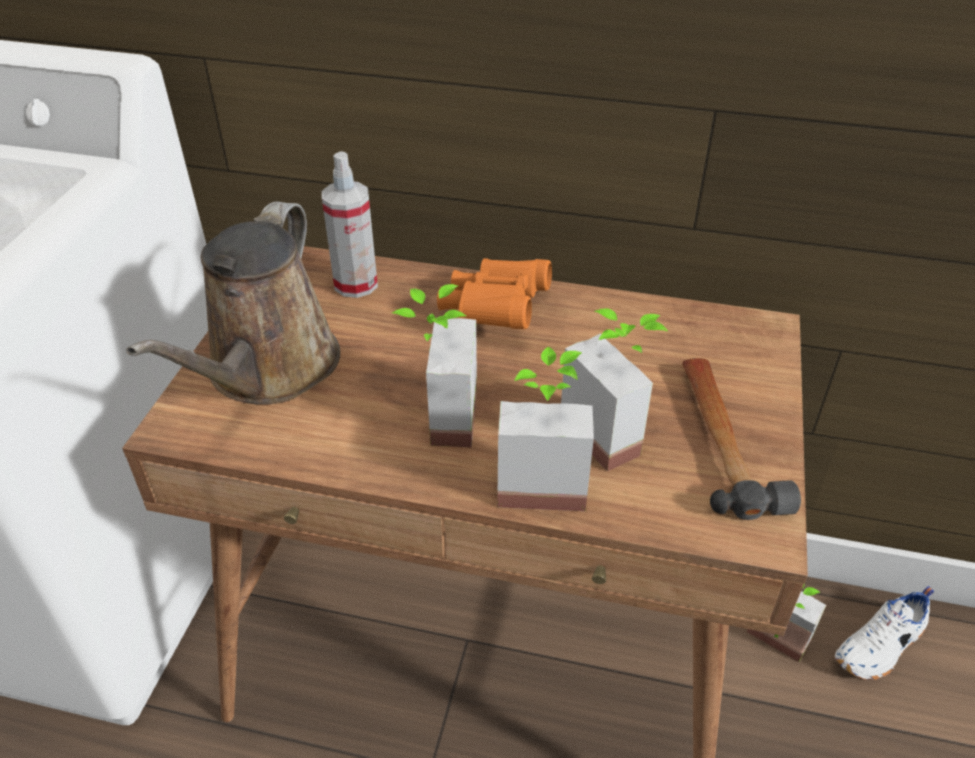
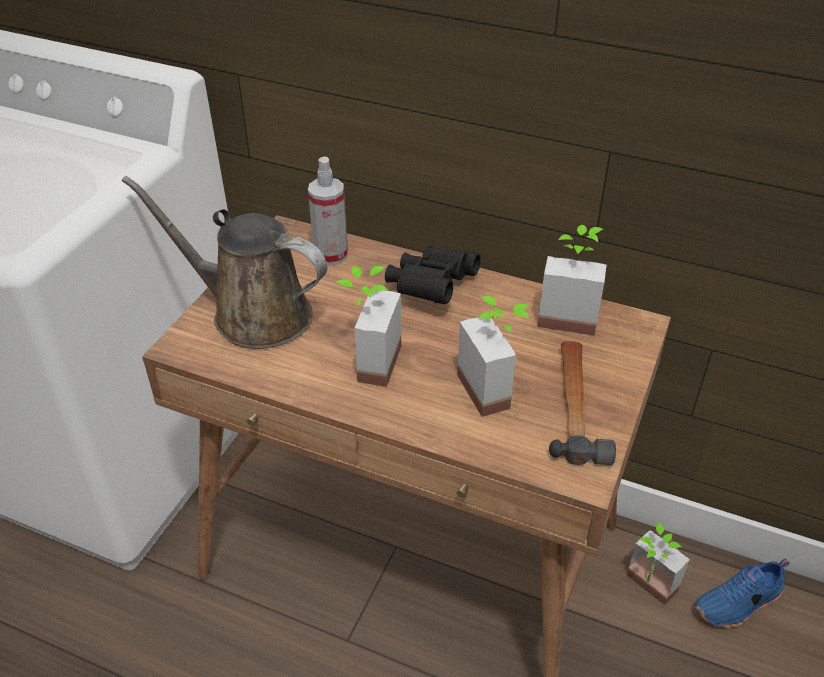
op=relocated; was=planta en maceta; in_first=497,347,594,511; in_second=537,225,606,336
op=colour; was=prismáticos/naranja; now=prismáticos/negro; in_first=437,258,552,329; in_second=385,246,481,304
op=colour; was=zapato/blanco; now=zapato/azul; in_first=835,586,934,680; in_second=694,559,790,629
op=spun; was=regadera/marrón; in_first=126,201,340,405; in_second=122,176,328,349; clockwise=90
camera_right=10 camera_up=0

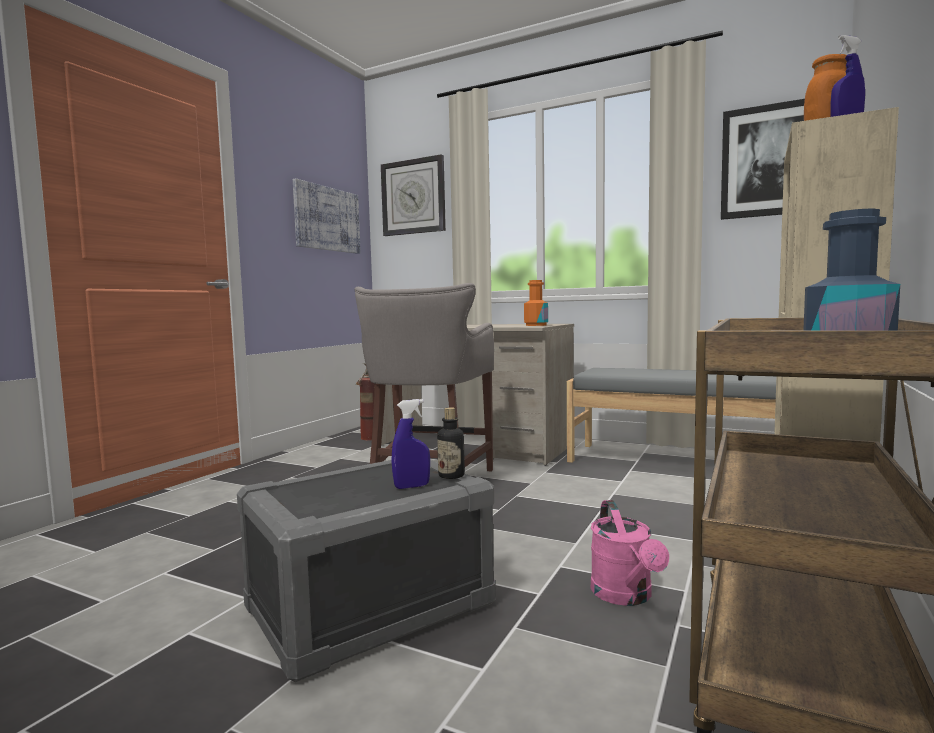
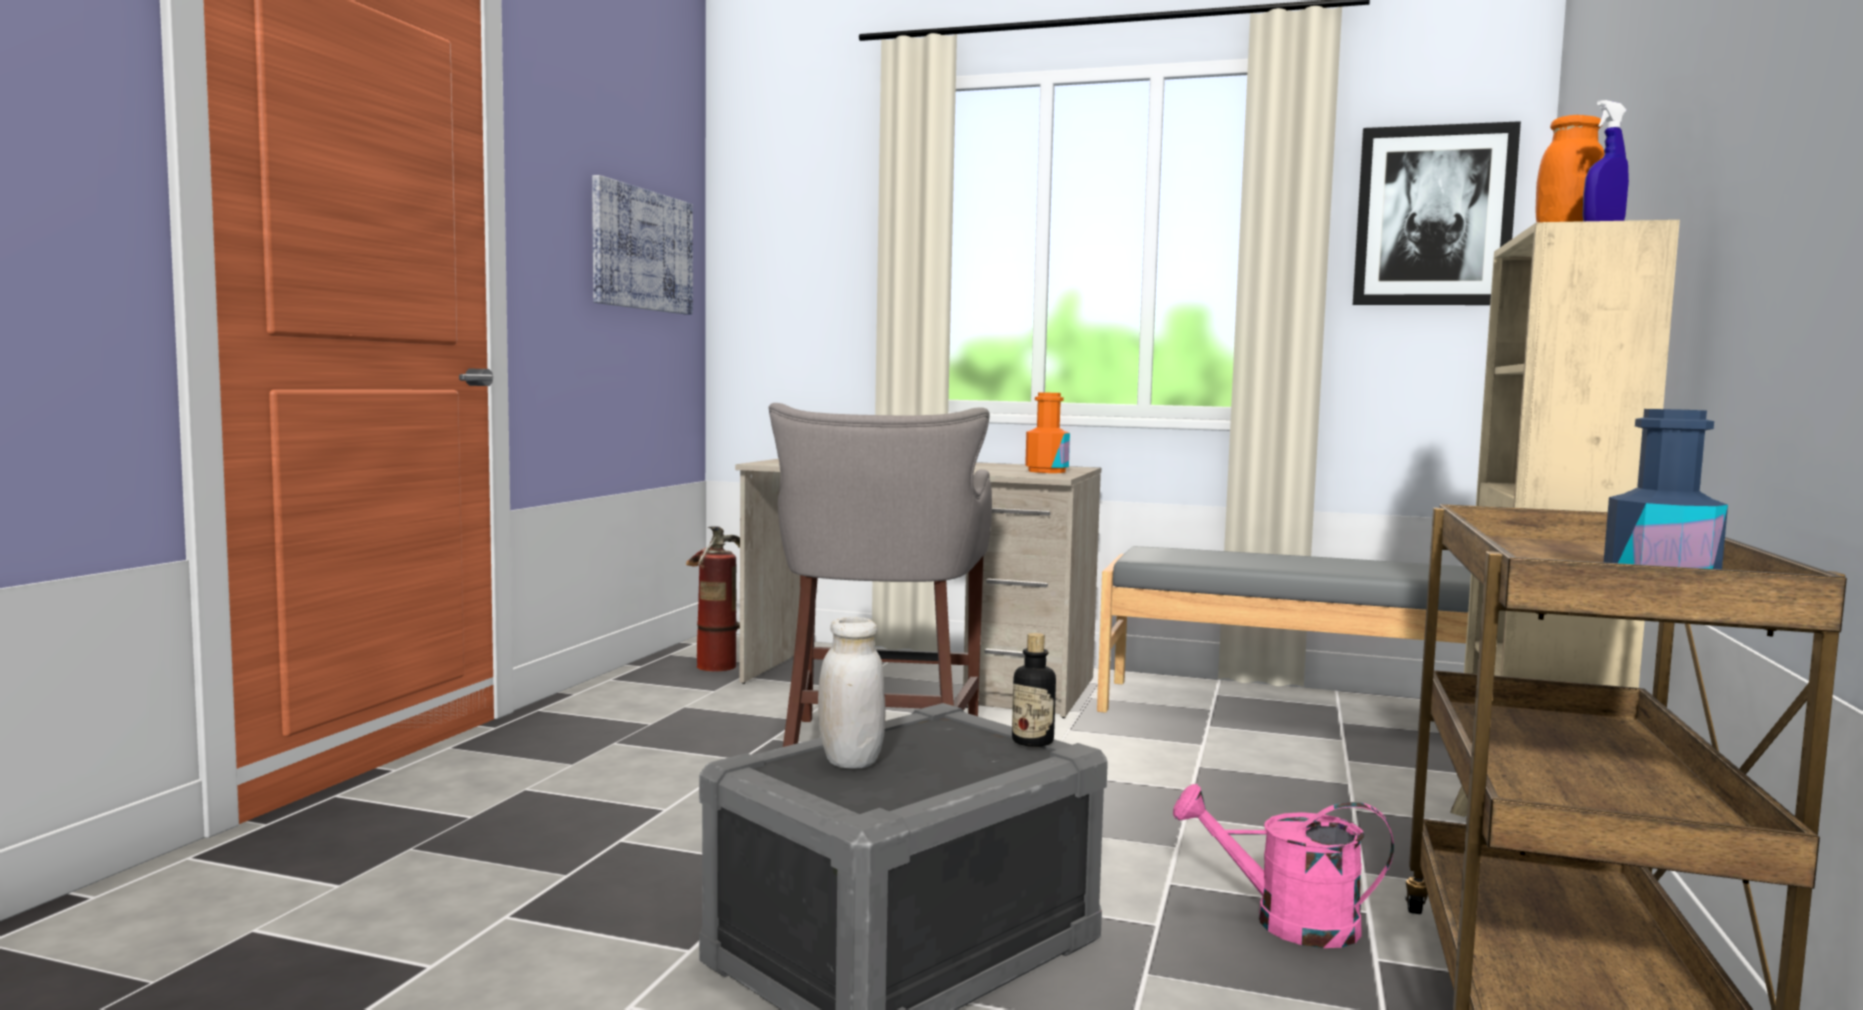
op=missing; was=reloj de pared; in_first=381,154,446,236
op=missing; was=pulverizador/azul; in_first=391,399,430,489
op=appeared; now=tarro/blanco; in_second=818,617,886,769
op=spun; was=regadera/rosa; in_first=591,500,669,606; in_second=1173,784,1394,948; clockwise=120
camera_right=-10 camera_up=0

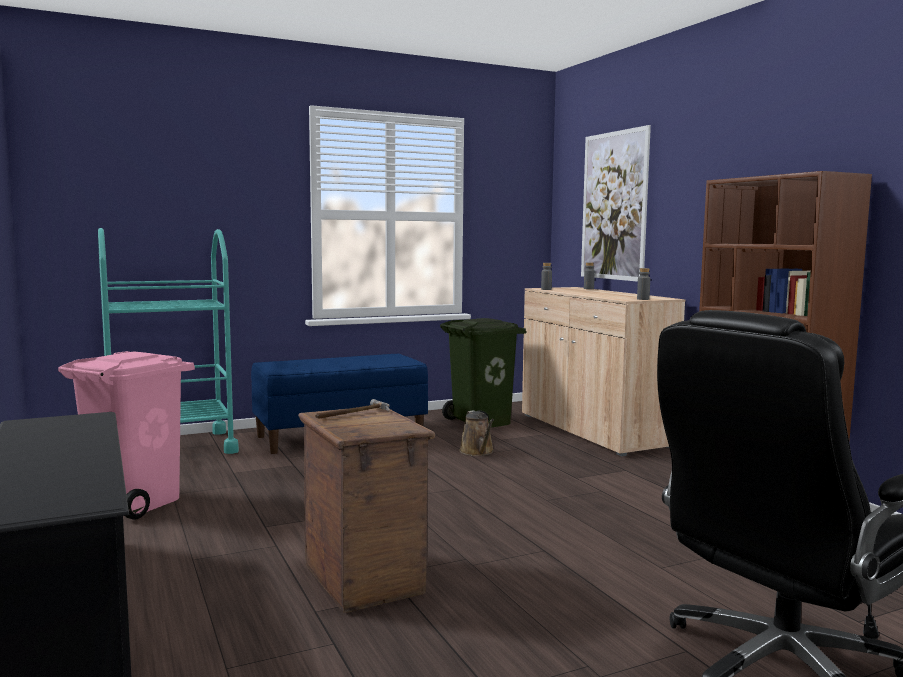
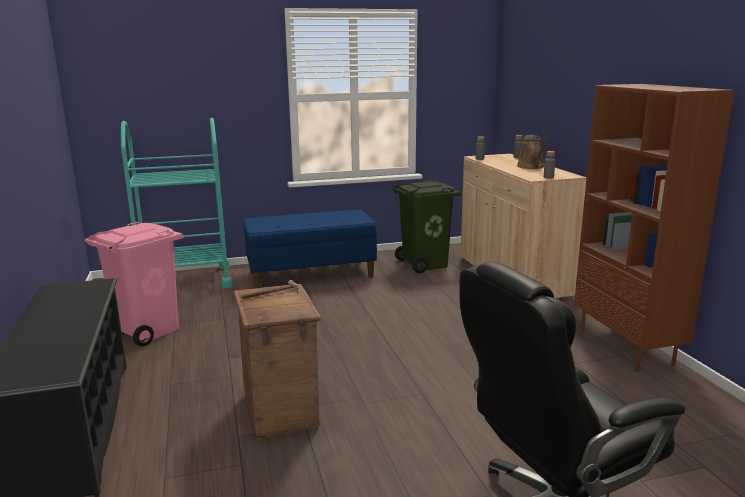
op=missing; was=cuadro; in_first=581,125,651,282
op=relocated; was=regadera/marrón; in_first=459,411,494,456; in_second=517,135,548,169
camera_right=10 camera_up=10

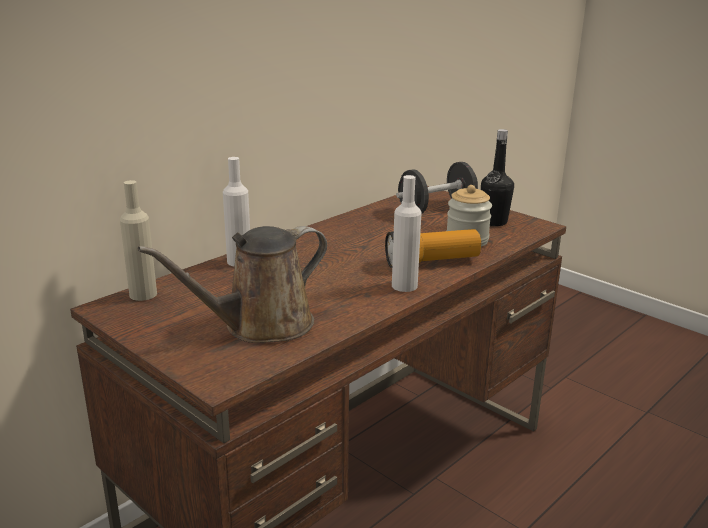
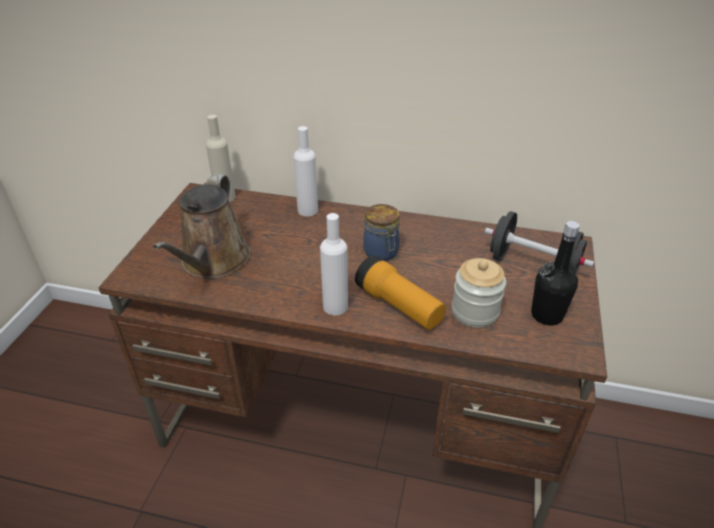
op=appeared; now=tarro; in_second=363,204,400,261
op=spun; was=regadera/marrón; in_first=137,226,327,343; in_second=153,174,251,279; clockwise=-105
camera_right=60 camera_up=15

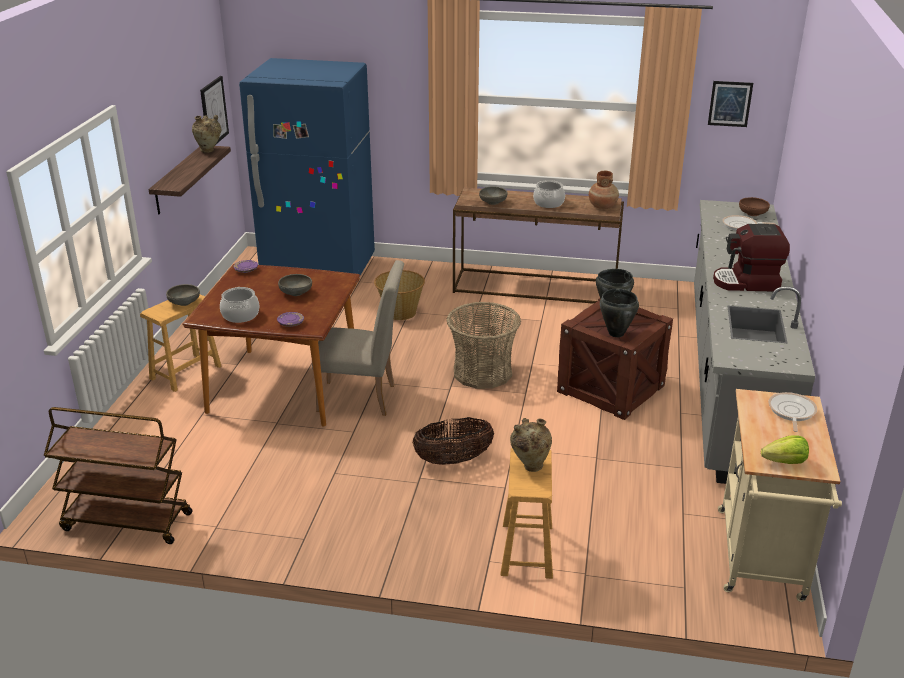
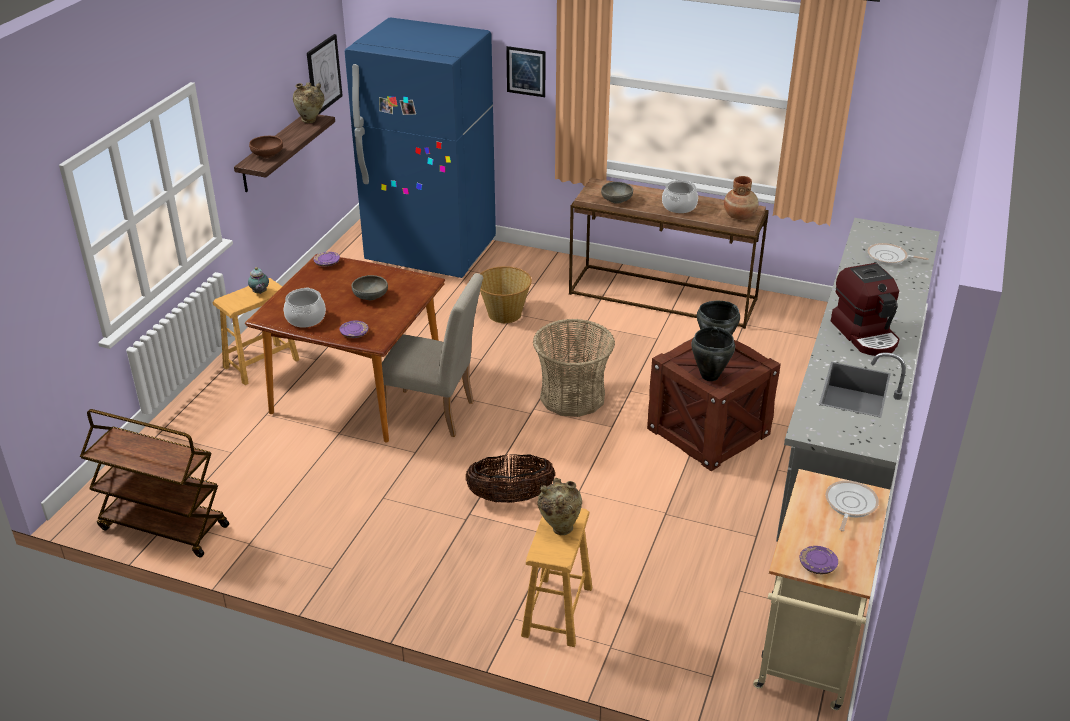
op=relocated; was=cuadro; in_first=708,81,753,127; in_second=506,46,546,97
op=relocated; was=cuenco/marrón; in_first=739,197,770,216; in_second=249,136,283,158
op=exchanged; was=cuenco/gris; now=tetera; in_first=166,284,200,306; in_second=248,267,269,294
op=exchanged; was=lechuga; now=plato/morado; in_first=761,435,809,464; in_second=799,546,838,574
op=spun; was=cafetera; in_first=713,224,790,292; in_second=831,263,900,356; clockwise=-120
camera_right=10 camera_up=5

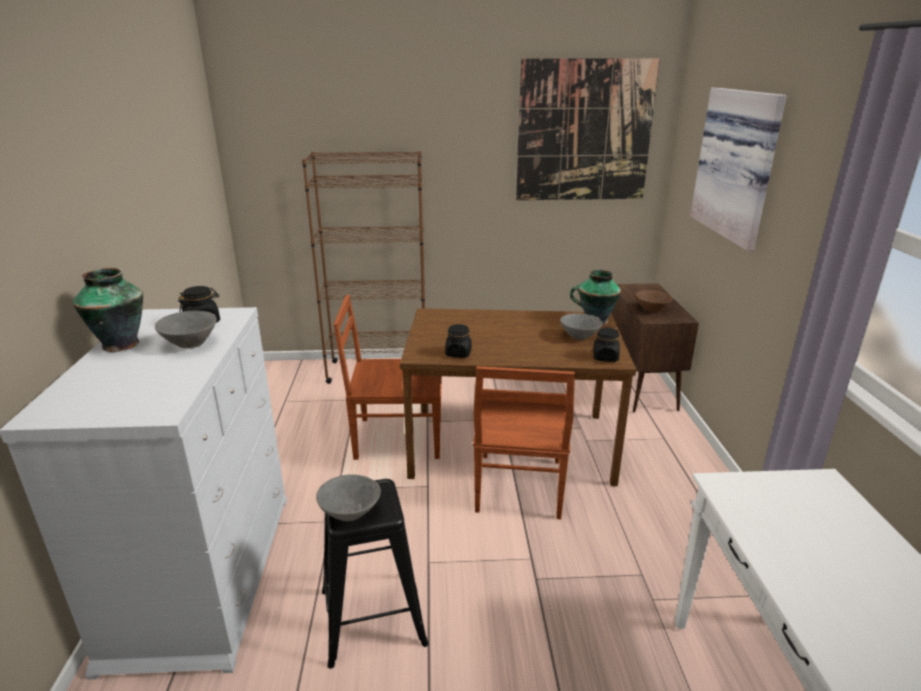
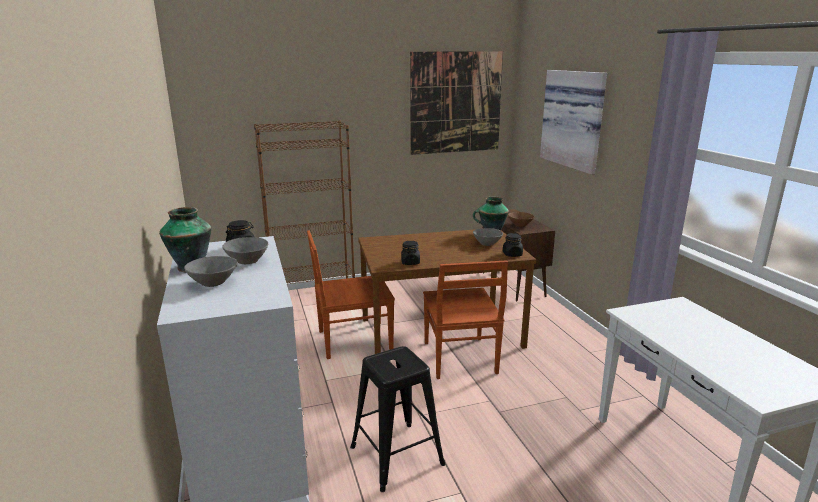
op=relocated; was=cuenco/gris; in_first=316,474,381,521; in_second=184,256,237,287
camera_right=-15 camera_up=-5

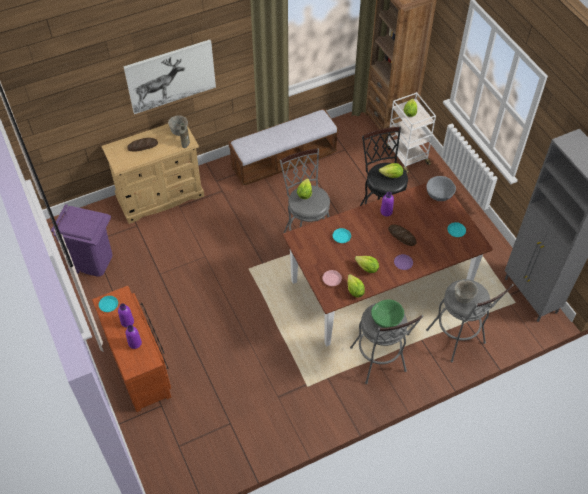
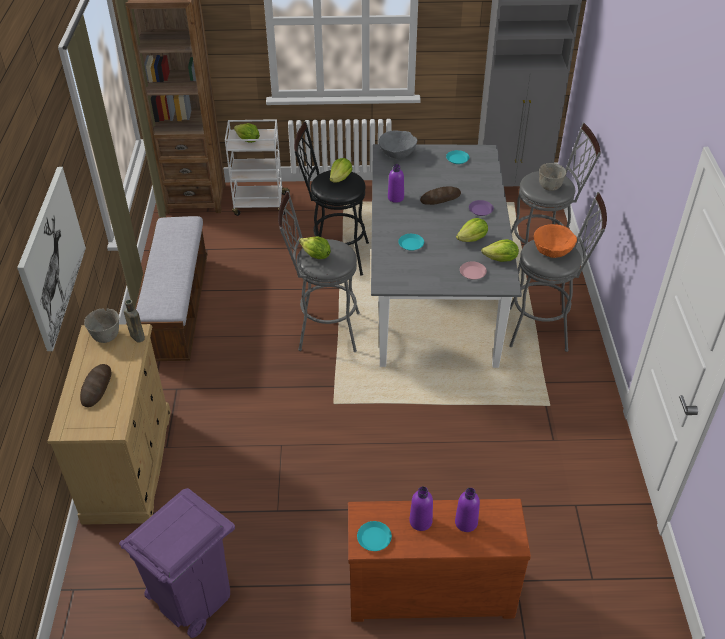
op=colour; was=mesa de comedor/marrón; now=mesa de comedor/gris; in_first=282,183,493,346; in_second=371,144,522,368
op=colour; was=cuenco/verde; now=cuenco/naranja; in_first=371,300,404,328; in_second=534,224,577,258
camera_right=-65 camera_up=-10

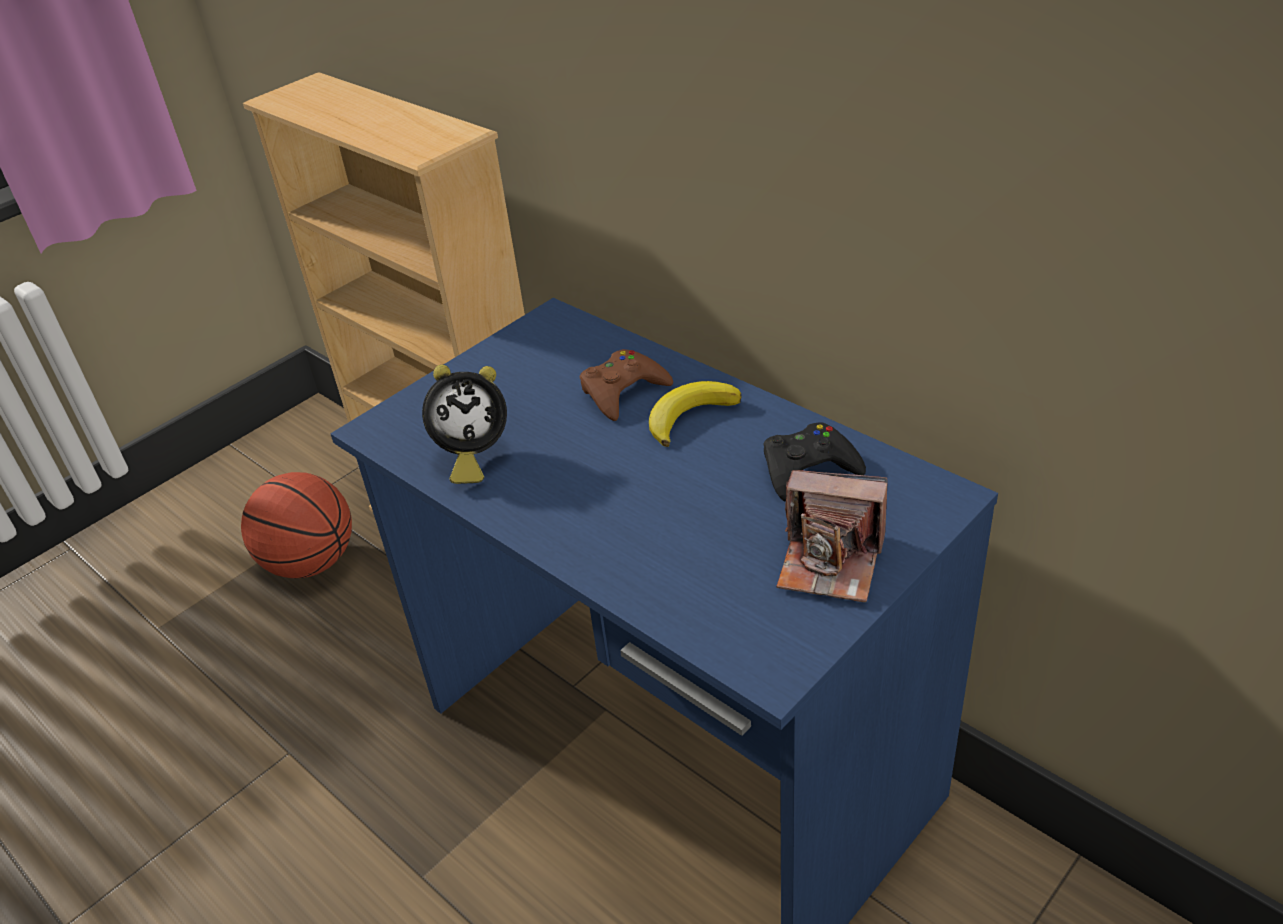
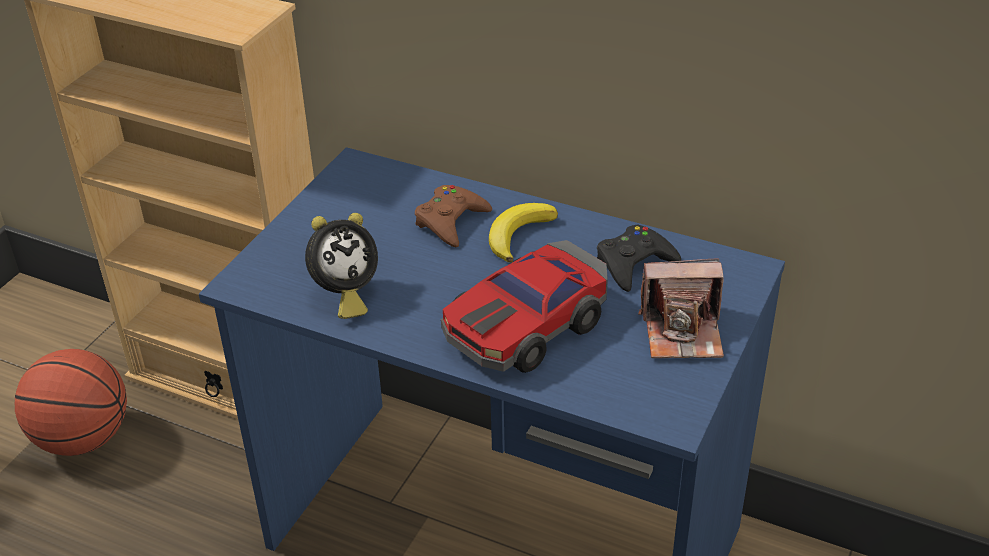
op=appeared; now=coche de juguete; in_second=441,240,608,373
camera_right=-20 camera_up=0

